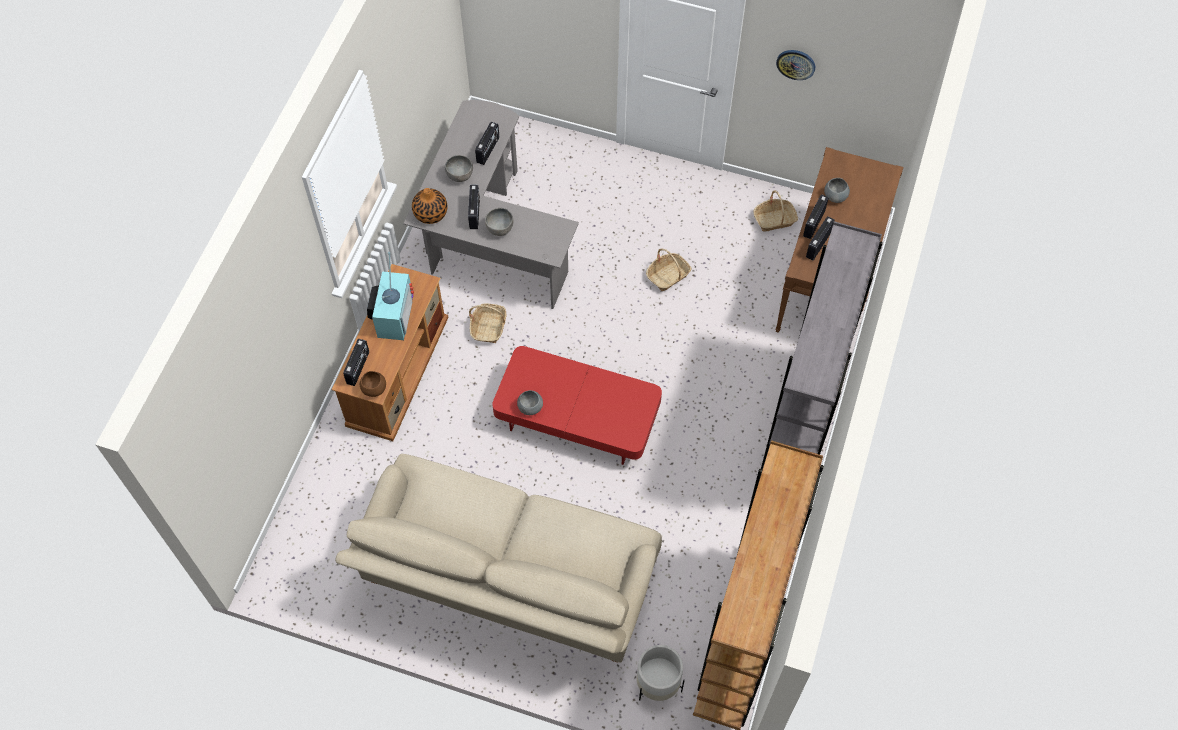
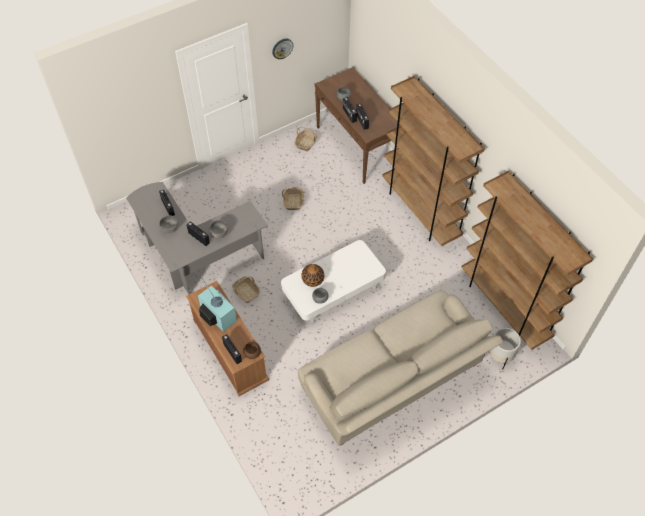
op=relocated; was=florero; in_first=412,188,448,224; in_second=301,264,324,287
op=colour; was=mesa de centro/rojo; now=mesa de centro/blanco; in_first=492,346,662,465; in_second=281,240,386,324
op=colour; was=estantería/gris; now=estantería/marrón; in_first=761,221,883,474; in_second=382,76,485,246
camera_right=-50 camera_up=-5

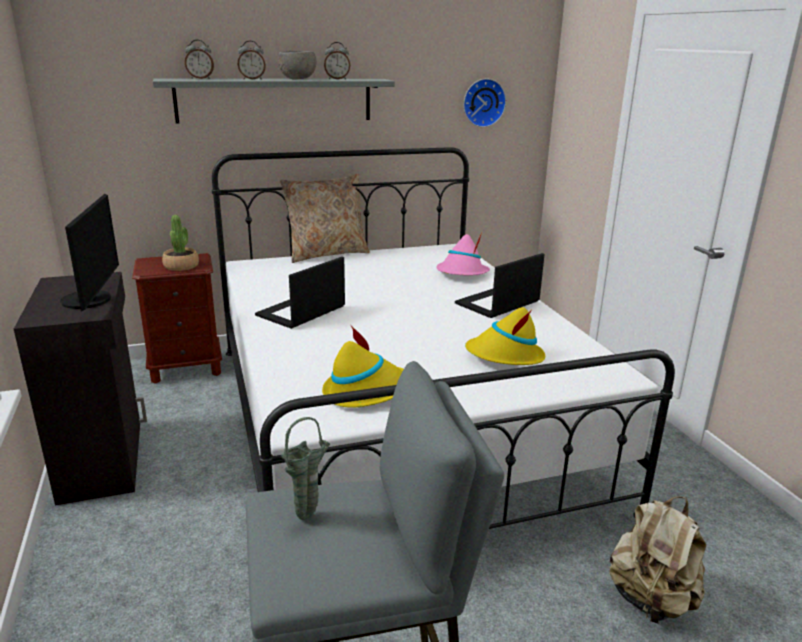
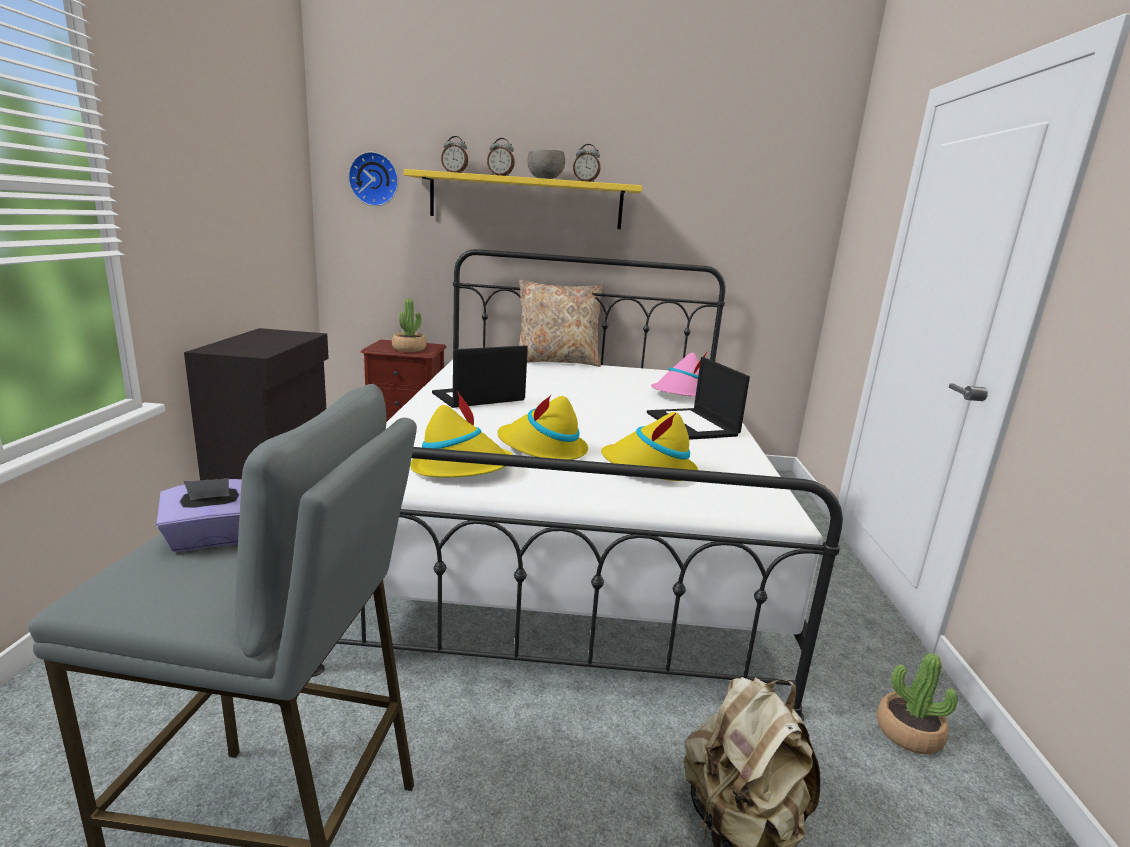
op=missing; was=monitor; in_first=60,194,119,312
op=appeared; now=sombrero/amarillo; in_second=497,394,588,460
op=appeared; now=planta en maceta; in_second=876,653,958,754
op=relocated; was=reloj de pared; in_first=463,78,506,127; in_second=348,152,398,206
op=exchanged; was=florero/verde; now=caja de pañuelos/morado; in_first=281,417,330,520; in_second=156,478,242,552
op=colour; was=estante/gris; now=estante/amarillo; in_first=153,79,395,123; in_second=404,169,642,229
op=spun; was=portátil; in_first=455,253,545,318; in_second=647,357,750,440; clockwise=-90
camera_right=20 camera_up=-5

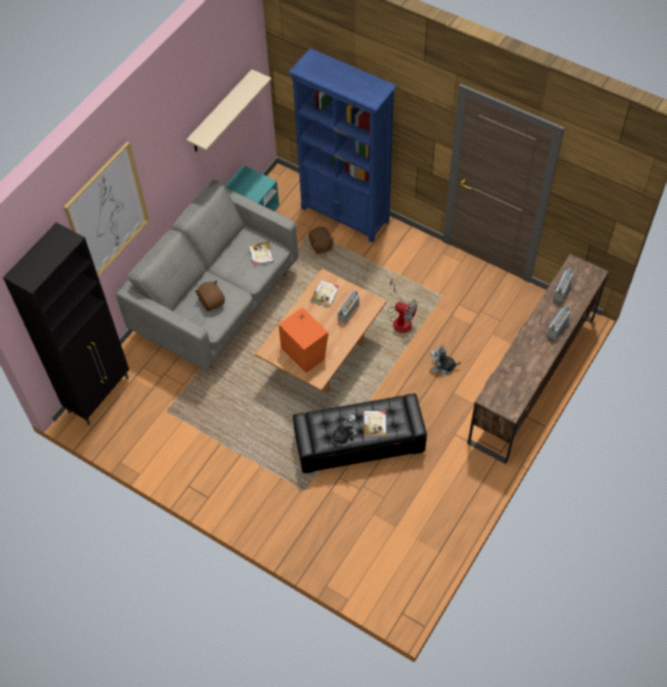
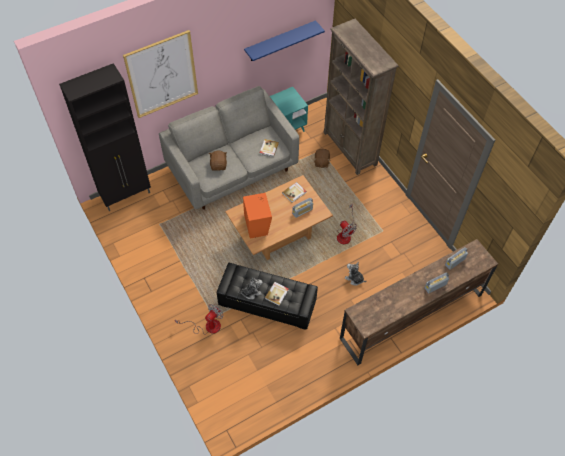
op=appeared; now=ventilador; in_second=175,304,224,335
op=colour; was=estante/beis; now=estante/azul; in_first=186,69,271,152; in_second=244,20,325,61
op=colour; was=estantería/azul; now=estantería/marrón; in_first=288,48,397,243; in_second=324,19,398,175
camera_right=25 camera_up=0

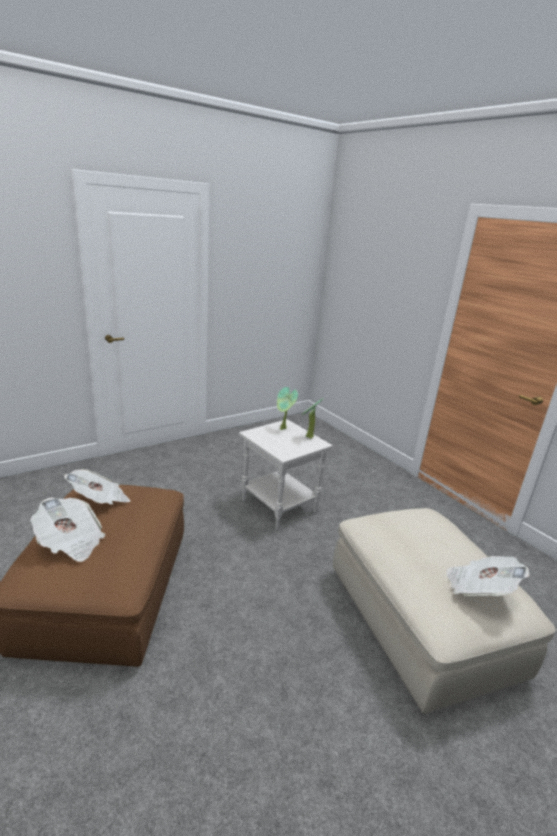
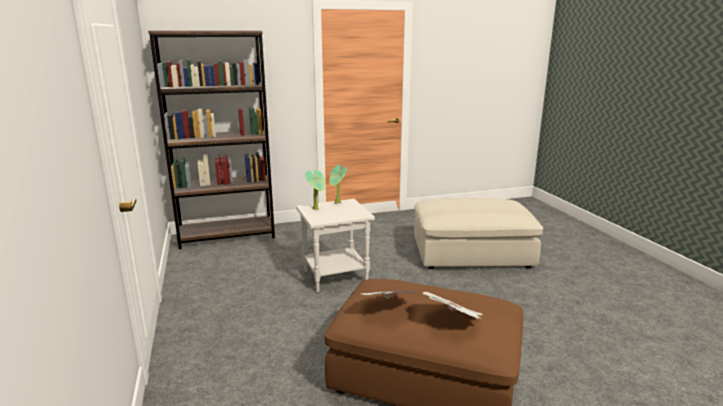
op=missing; was=periódico; in_first=446,556,529,596
op=appeared; now=estantería/marrón; in_second=148,31,275,249
camera_right=-70 camera_up=-5

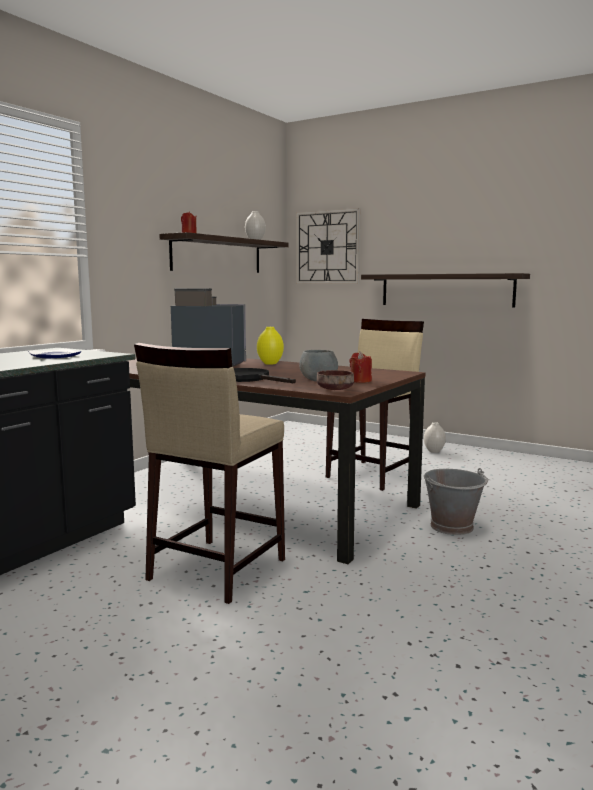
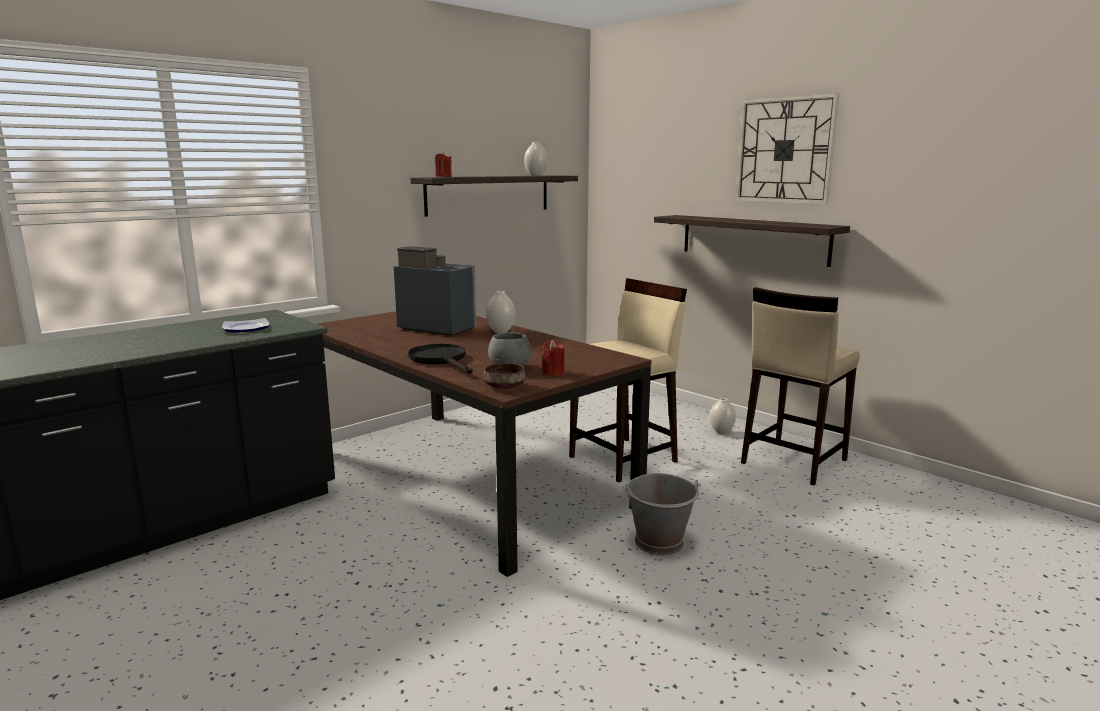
op=relocated; was=taburete/beis; in_first=134,343,285,604; in_second=741,287,860,485
op=relocated; was=reloj de pared; in_first=296,208,360,284; in_second=735,93,839,205
op=colour; was=florero/amarillo; now=florero/blanco; in_first=257,327,284,365; in_second=486,291,516,333
camera_right=15 camera_up=5

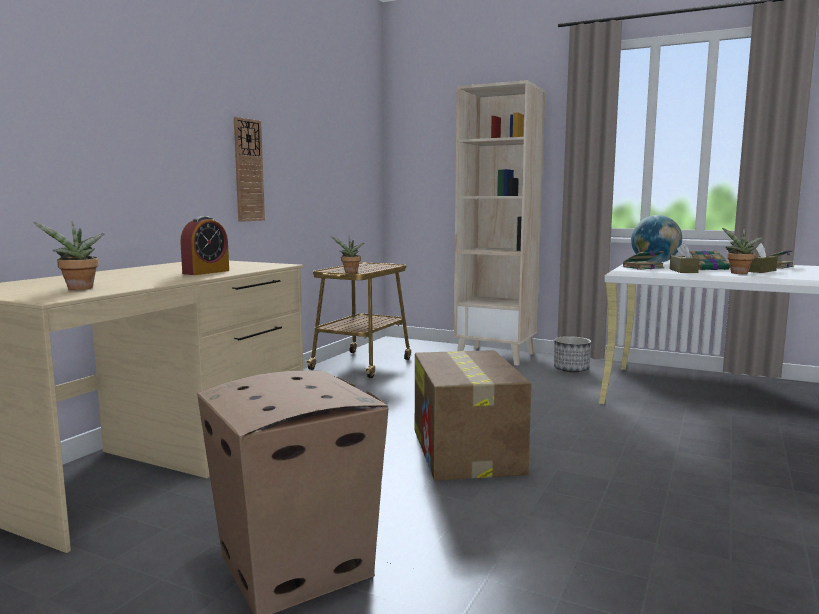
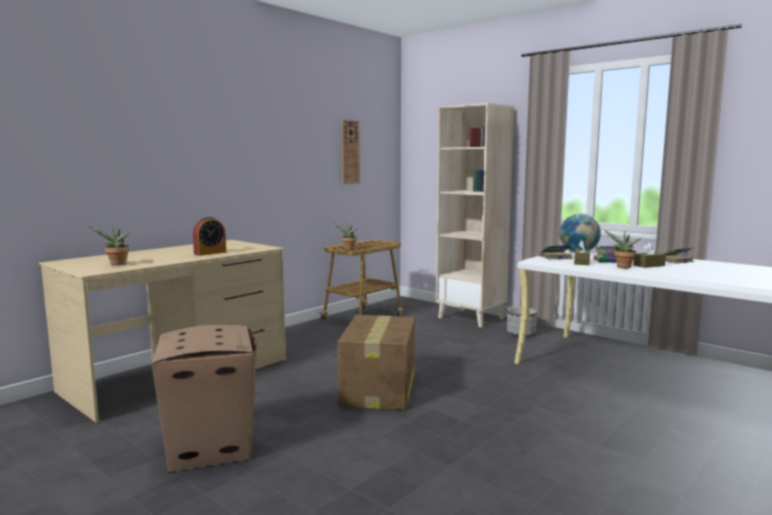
op=relocated; was=reloj de pared; in_first=234,117,265,222; in_second=342,120,360,184
camera_right=15 camera_up=0

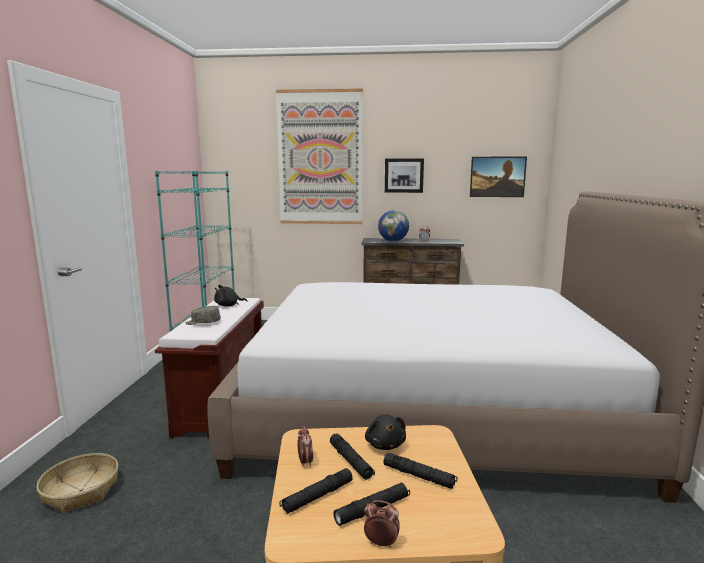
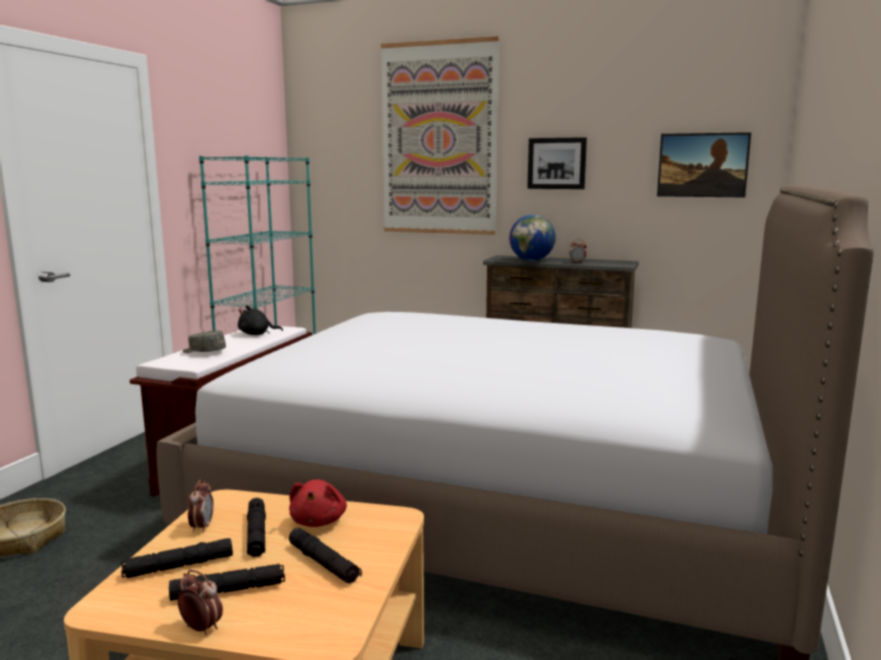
op=colour; was=peluche/negro; now=peluche/rojo; in_first=365,414,406,450; in_second=289,479,347,527
camera_right=15 camera_up=0

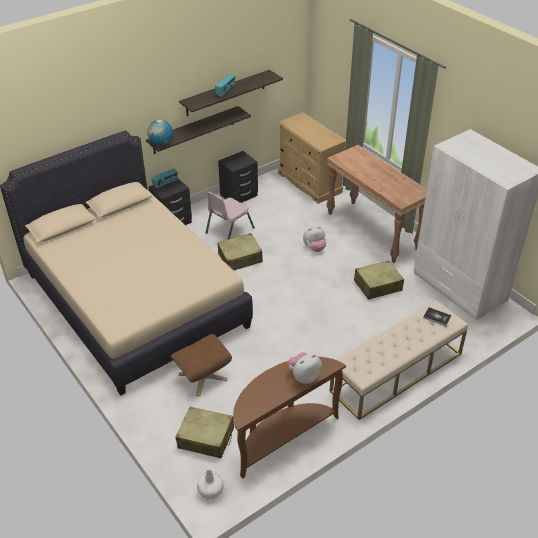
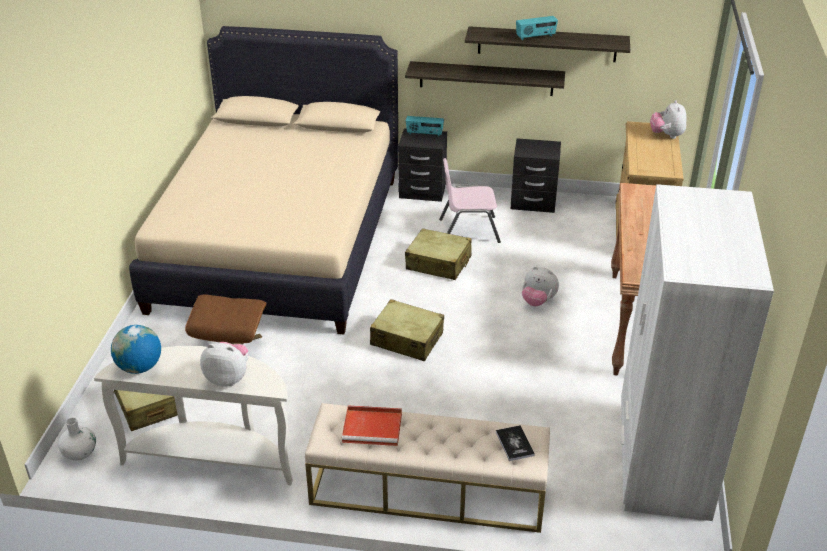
op=appeared; now=bandeja/rojo; in_second=342,405,402,446
op=appeared; now=peluche; in_second=650,100,687,139
op=relocated; was=globo terráqueo; in_first=147,120,173,145; in_second=111,325,161,374
op=relocated; was=maleta/beis; in_first=354,260,404,300; in_second=370,299,444,361
op=colour; was=mesa consola/marrón; now=mesa consola/blanco; in_first=233,357,346,479; in_second=94,346,293,485
camera_right=45 camera_up=-5

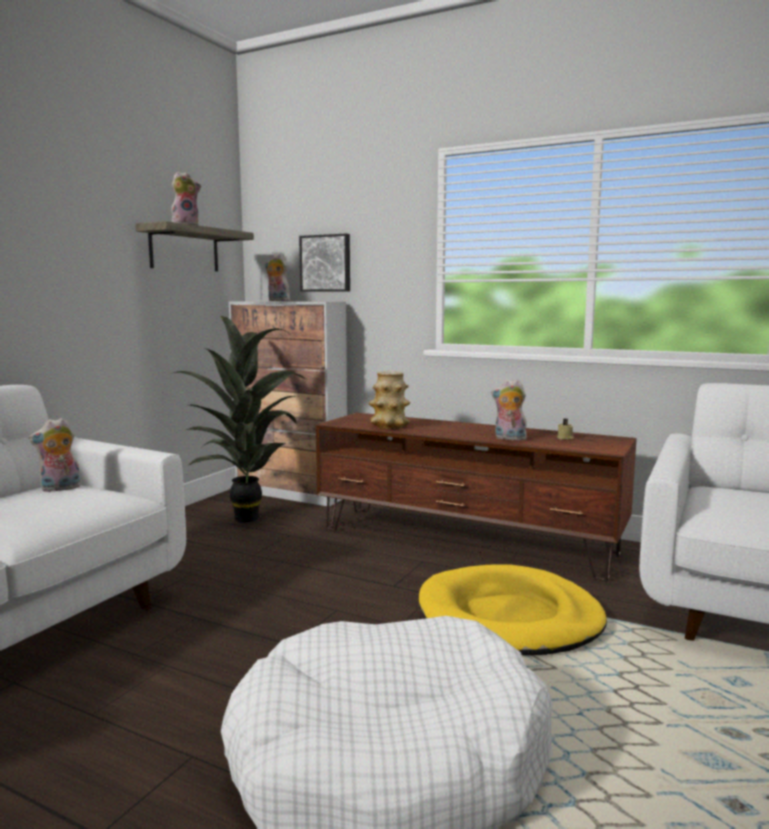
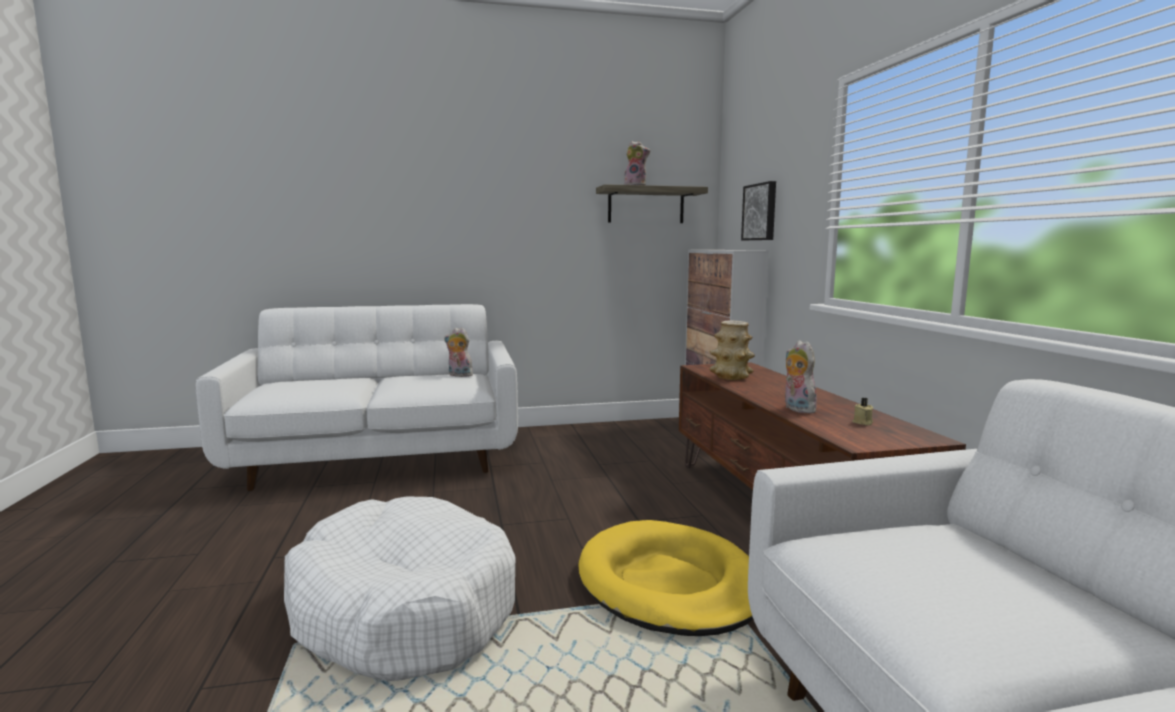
op=missing; was=planta en maceta; in_first=173,316,306,523
op=missing; was=peluche; in_first=265,254,290,301
camera_right=50 camera_up=0

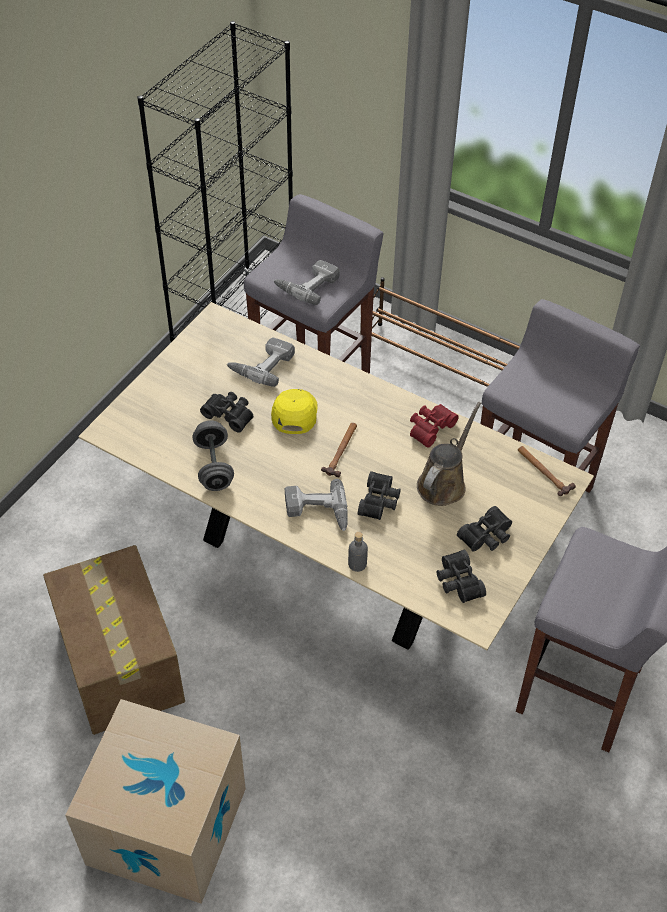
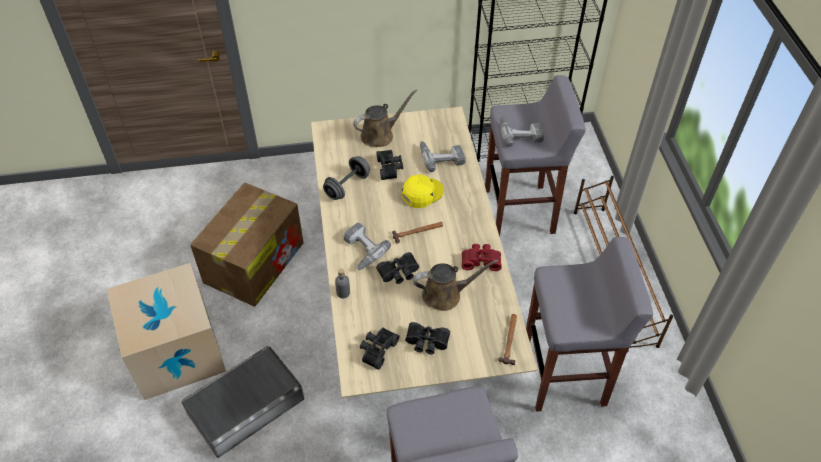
op=appeared; now=caja de almacenaje/gris; in_second=181,346,304,458
op=appeared; now=regadera/marrón; in_second=353,90,417,147
camera_right=50 camera_up=0

